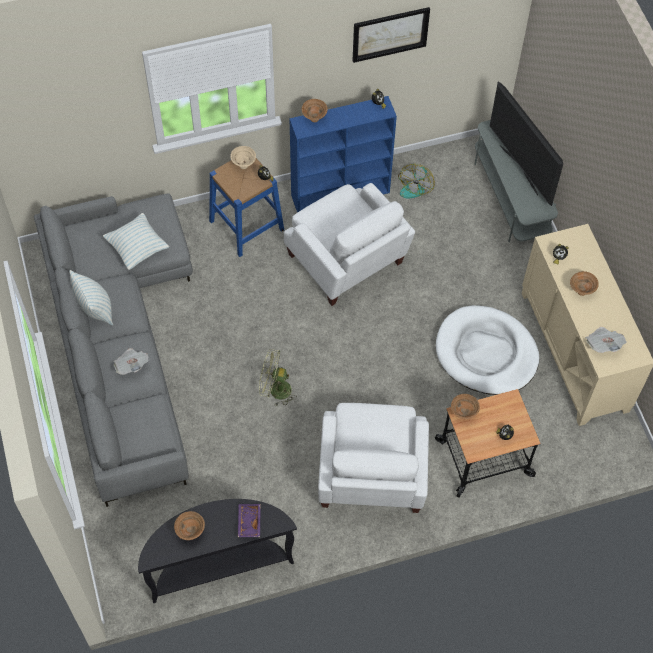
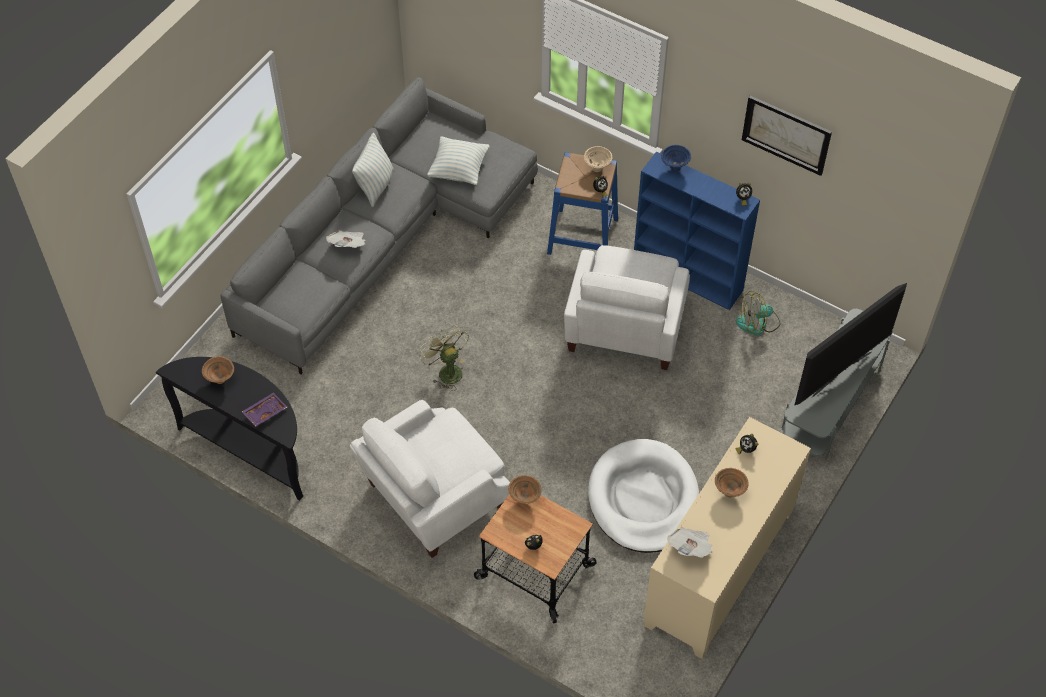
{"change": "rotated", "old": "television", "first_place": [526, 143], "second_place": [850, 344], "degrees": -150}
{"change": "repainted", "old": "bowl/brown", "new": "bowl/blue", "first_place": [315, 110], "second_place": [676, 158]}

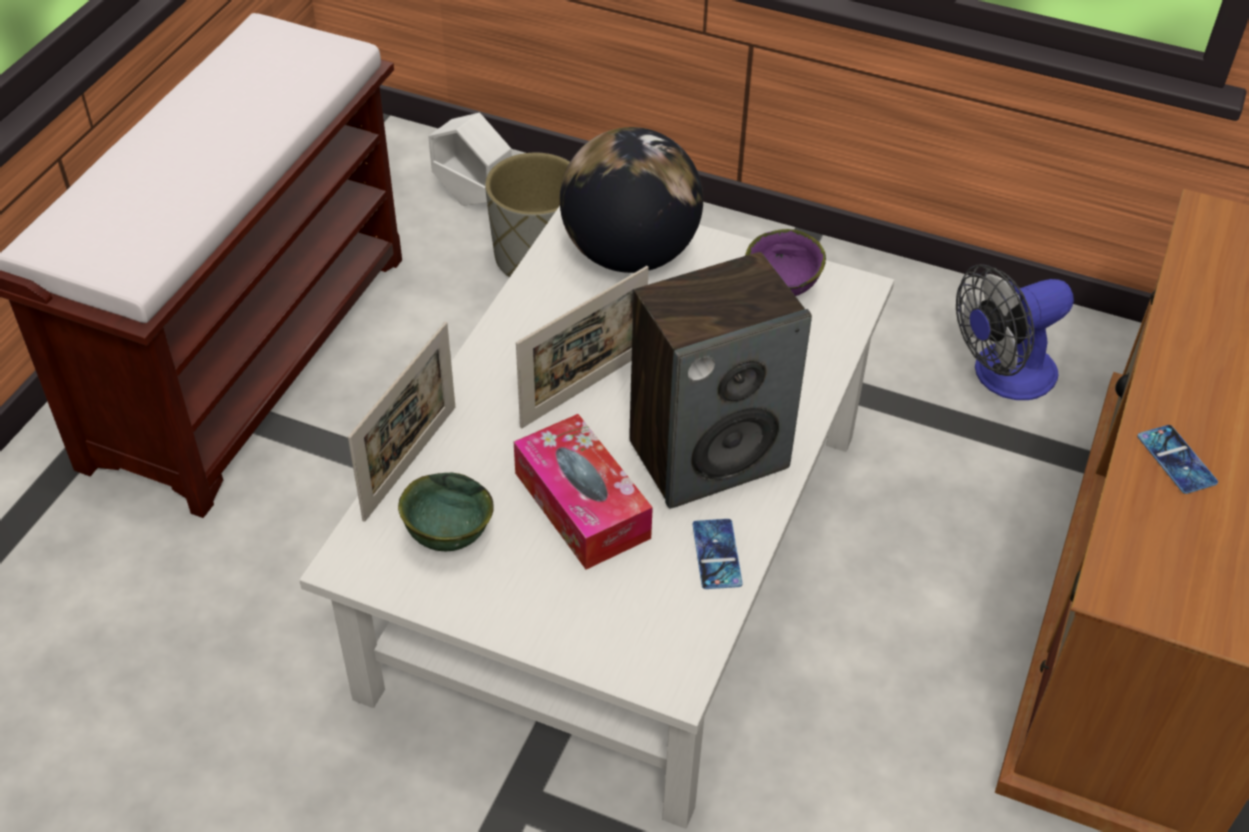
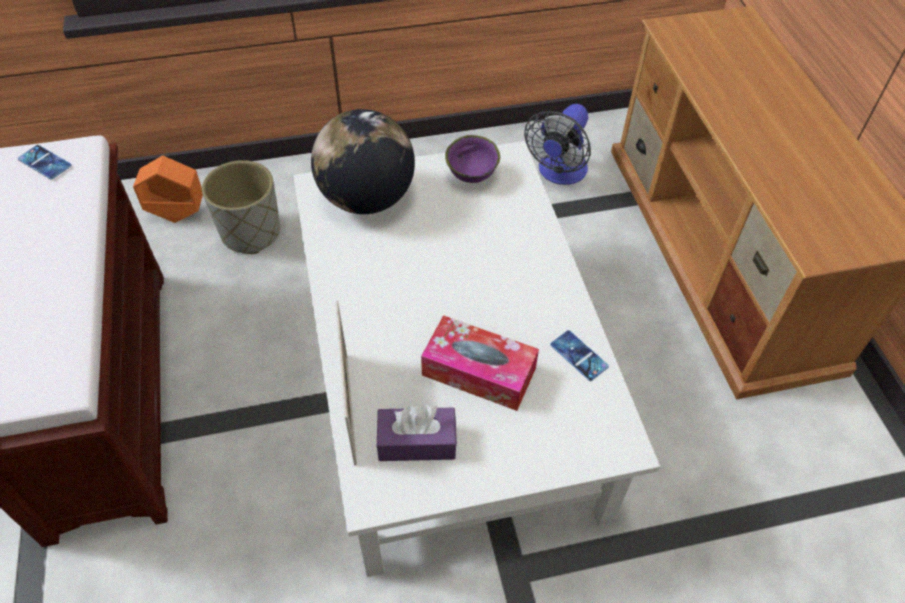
{"change": "repainted", "old": "planter/white", "new": "planter/orange", "first_place": [470, 159], "second_place": [168, 189]}
{"change": "gone", "old": "speaker", "first_place": [720, 380]}
{"change": "gone", "old": "picture frame", "first_place": [582, 347]}
{"change": "shifted", "old": "phone", "first_place": [1177, 459], "second_place": [45, 162]}
{"change": "swapped", "old": "bowl/green", "new": "tissue box/purple", "first_place": [446, 512], "second_place": [417, 432]}

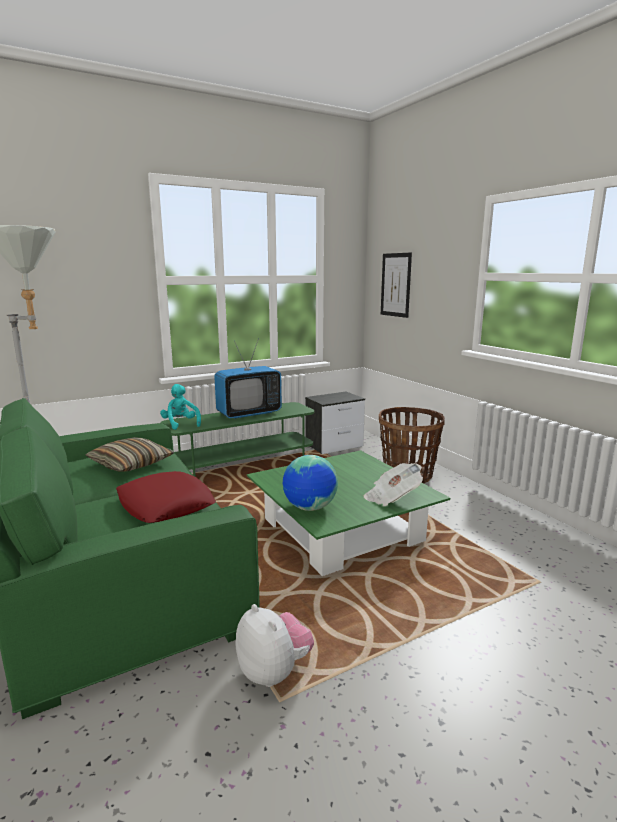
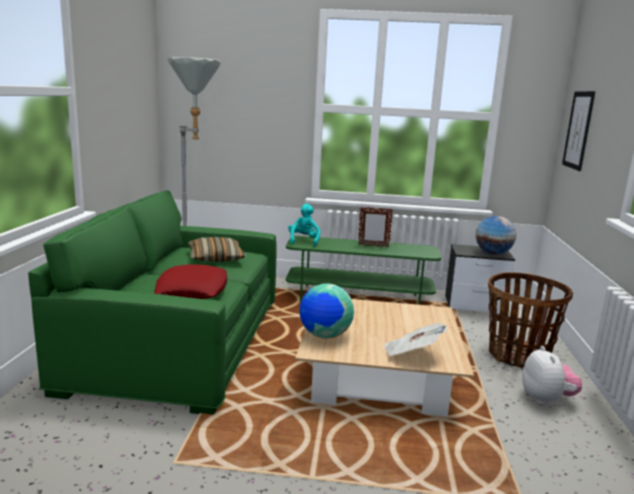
{"change": "swapped", "old": "television", "new": "picture frame", "first_place": [248, 378], "second_place": [375, 227]}
{"change": "repainted", "old": "coffee table/green", "new": "coffee table/beige", "first_place": [348, 513], "second_place": [384, 357]}
{"change": "shifted", "old": "plush toy", "first_place": [274, 645], "second_place": [552, 375]}
{"change": "new", "new": "globe", "second_place": [496, 235]}

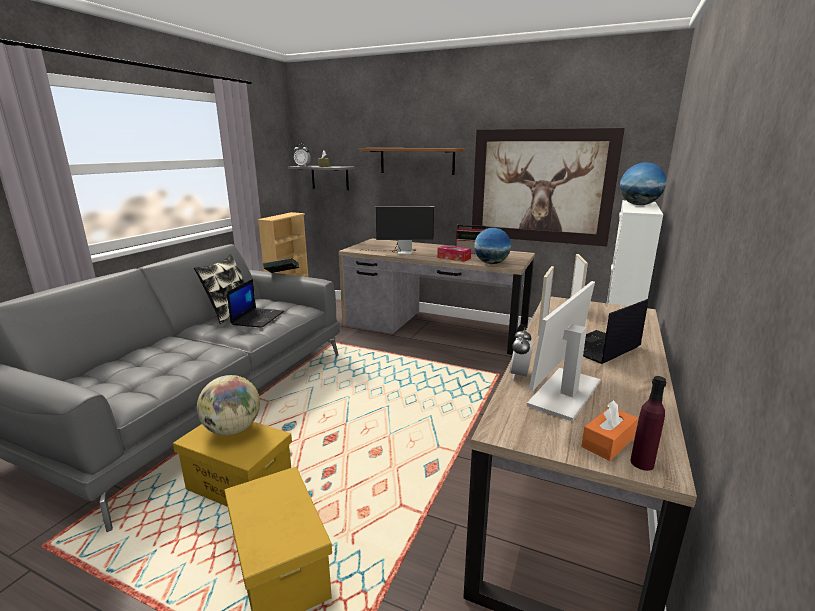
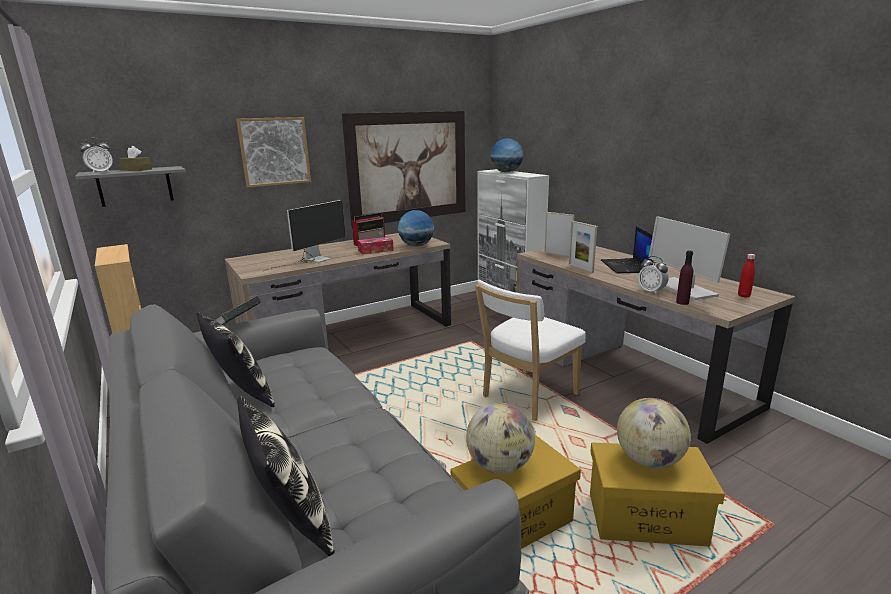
{"change": "swapped", "old": "shelf", "new": "picture", "first_place": [412, 161], "second_place": [273, 152]}
{"change": "gone", "old": "laptop", "first_place": [255, 303]}
{"change": "shifted", "old": "bottle/purple", "first_place": [648, 423], "second_place": [684, 277]}
{"change": "swapped", "old": "tissue box/orange", "new": "bottle/red", "first_place": [609, 430], "second_place": [747, 276]}
{"change": "new", "new": "chair/white", "second_place": [530, 350]}
{"change": "new", "new": "pillow", "second_place": [286, 476]}
{"change": "new", "new": "globe", "second_place": [654, 433]}

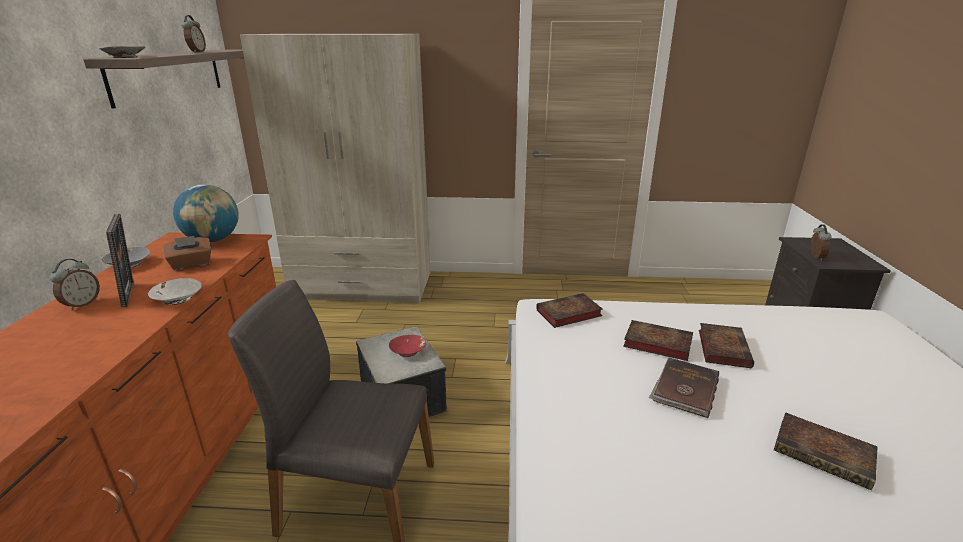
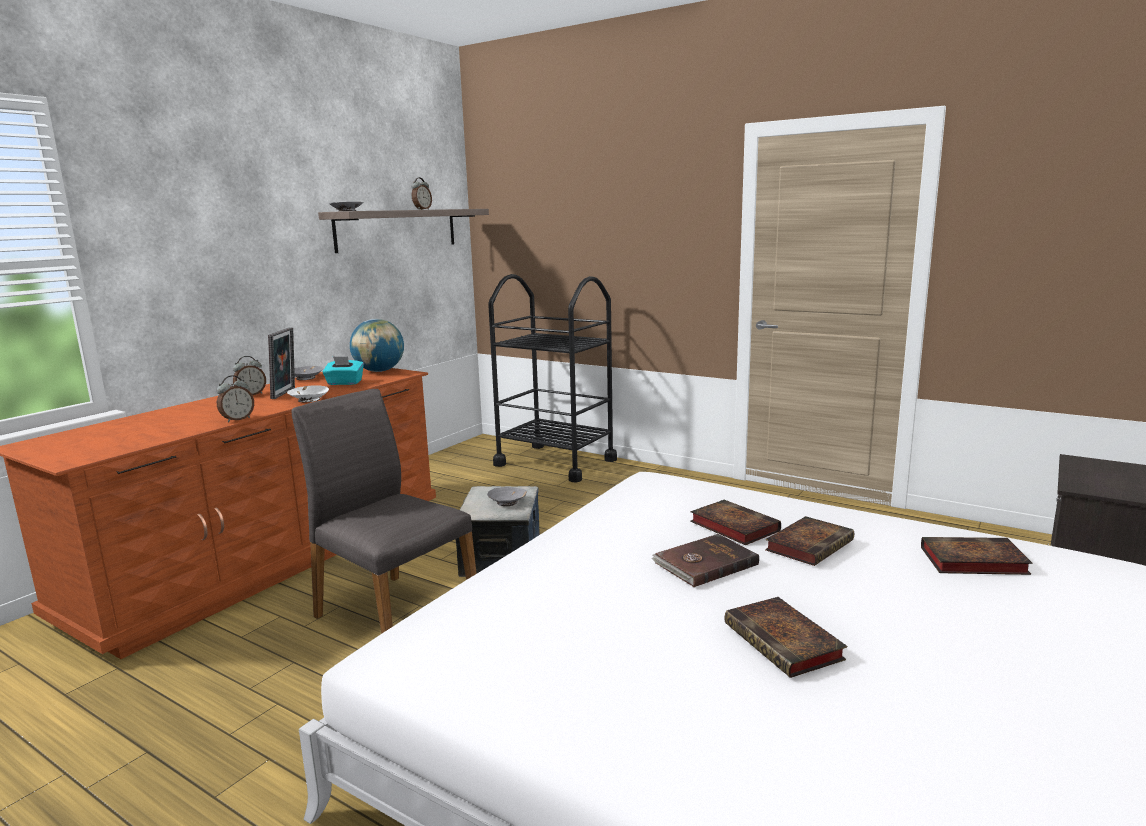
{"change": "swapped", "old": "wardrobe/beige", "new": "cart/black", "first_place": [335, 169], "second_place": [552, 378]}
{"change": "shifted", "old": "alarm clock", "first_place": [821, 243], "second_place": [235, 398]}
{"change": "repainted", "old": "tissue box/brown", "new": "tissue box/turquoise", "first_place": [187, 253], "second_place": [343, 370]}
{"change": "shifted", "old": "book", "first_place": [569, 310], "second_place": [976, 556]}
{"change": "repainted", "old": "bowl/red", "new": "bowl/grey", "first_place": [407, 346], "second_place": [507, 496]}

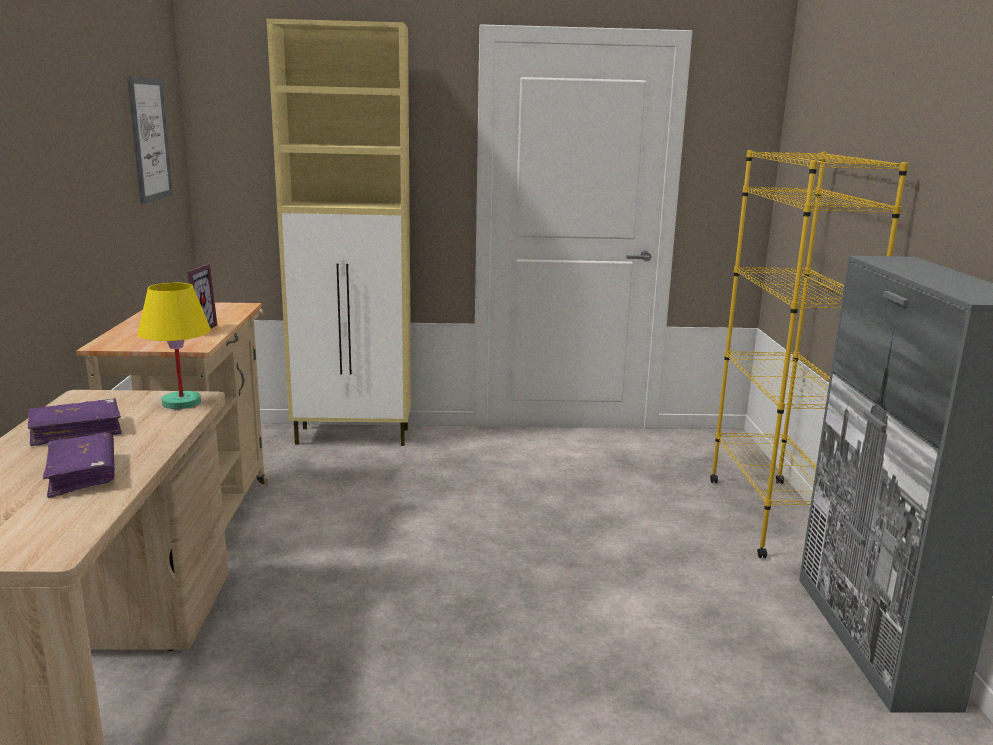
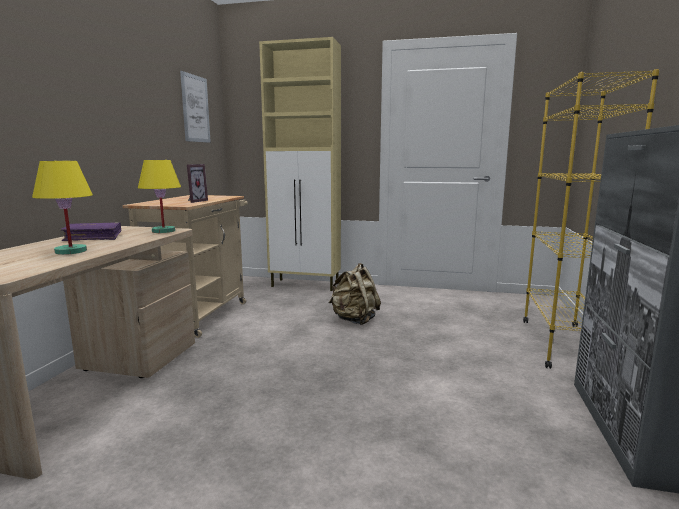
{"change": "swapped", "old": "book/purple", "new": "table lamp/yellow", "first_place": [79, 465], "second_place": [62, 208]}
{"change": "new", "new": "backpack/beige", "second_place": [355, 294]}

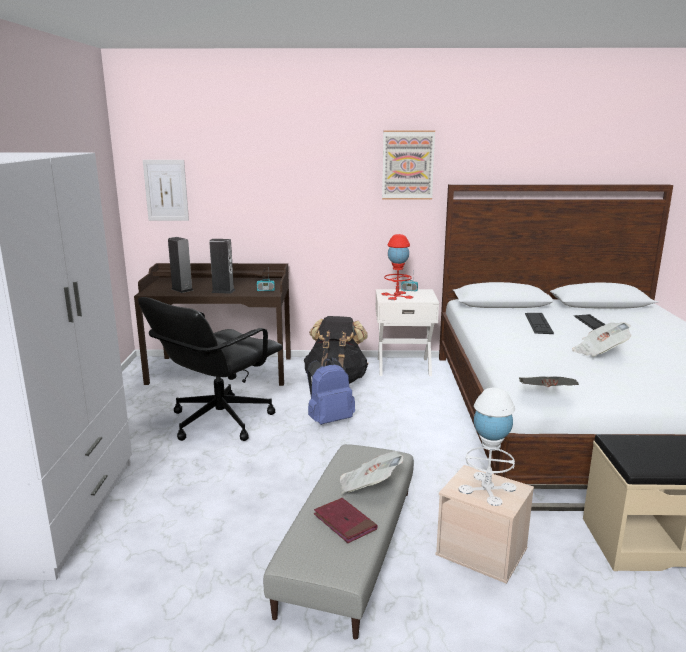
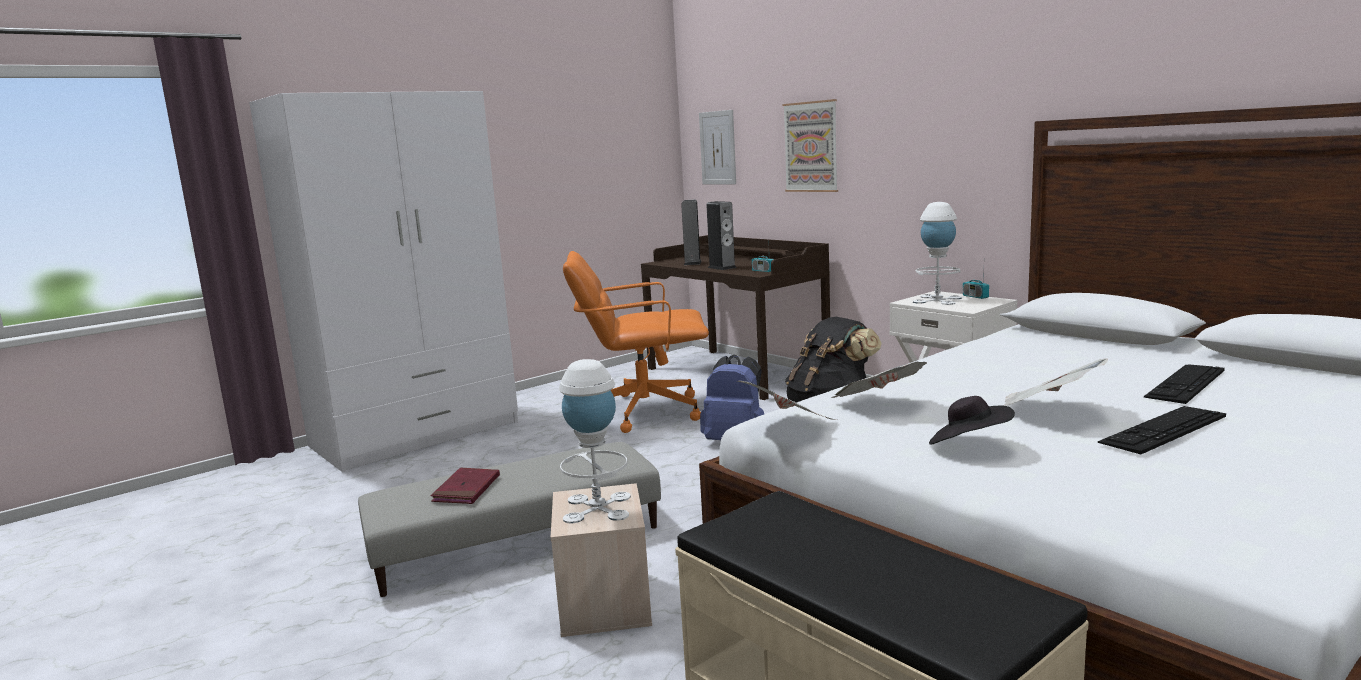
{"change": "shifted", "old": "picture", "first_place": [408, 165], "second_place": [810, 145]}
{"change": "repainted", "old": "table lamp/red", "new": "table lamp/white", "first_place": [397, 267], "second_place": [937, 253]}
{"change": "repainted", "old": "office chair/black", "new": "office chair/orange", "first_place": [210, 369], "second_place": [636, 342]}
{"change": "shifted", "old": "keyboard", "first_place": [539, 323], "second_place": [1162, 430]}
{"change": "shifted", "old": "newspaper", "first_place": [371, 472], "second_place": [879, 379]}
{"change": "new", "new": "hat/black", "second_place": [972, 420]}

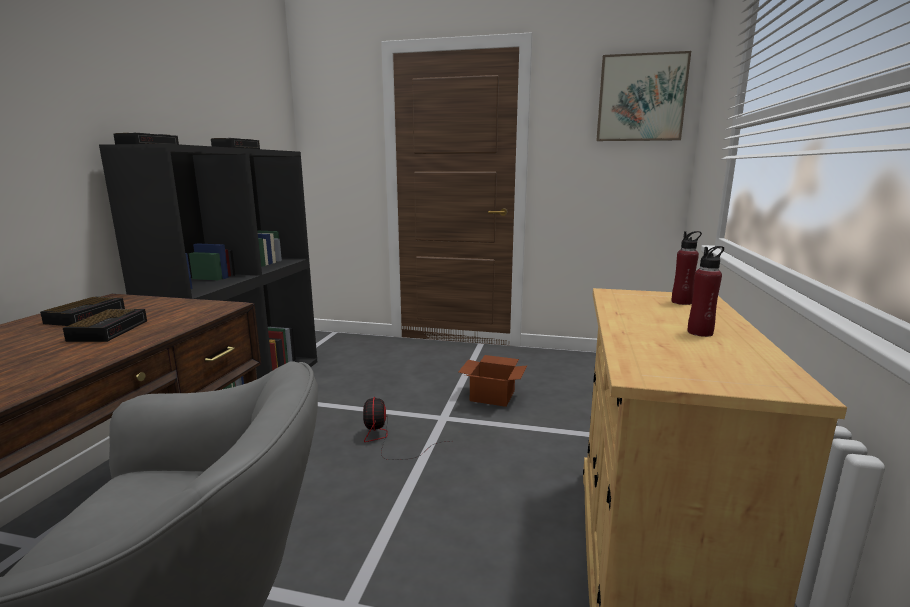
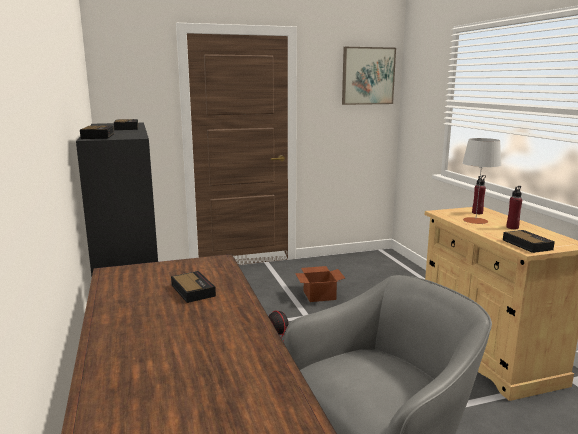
{"change": "shifted", "old": "alarm clock", "first_place": [82, 311], "second_place": [529, 241]}
{"change": "new", "new": "table lamp/grey", "second_place": [482, 181]}

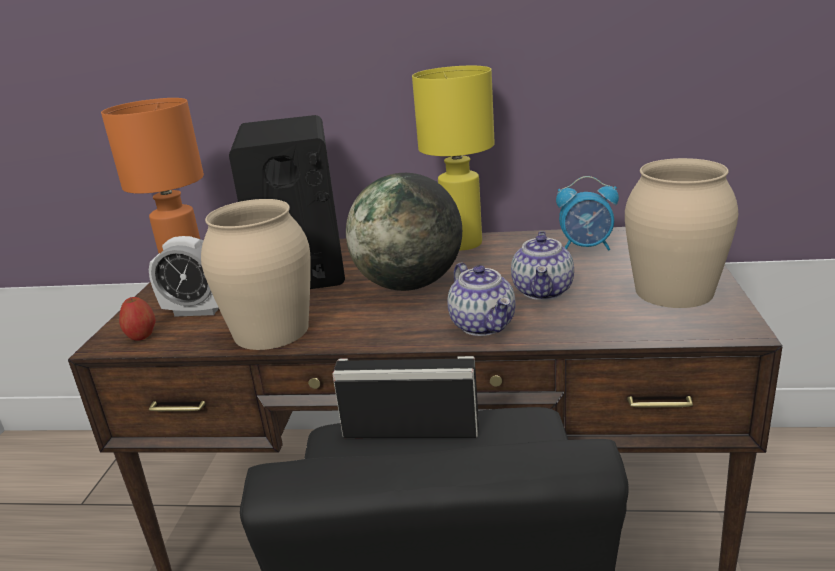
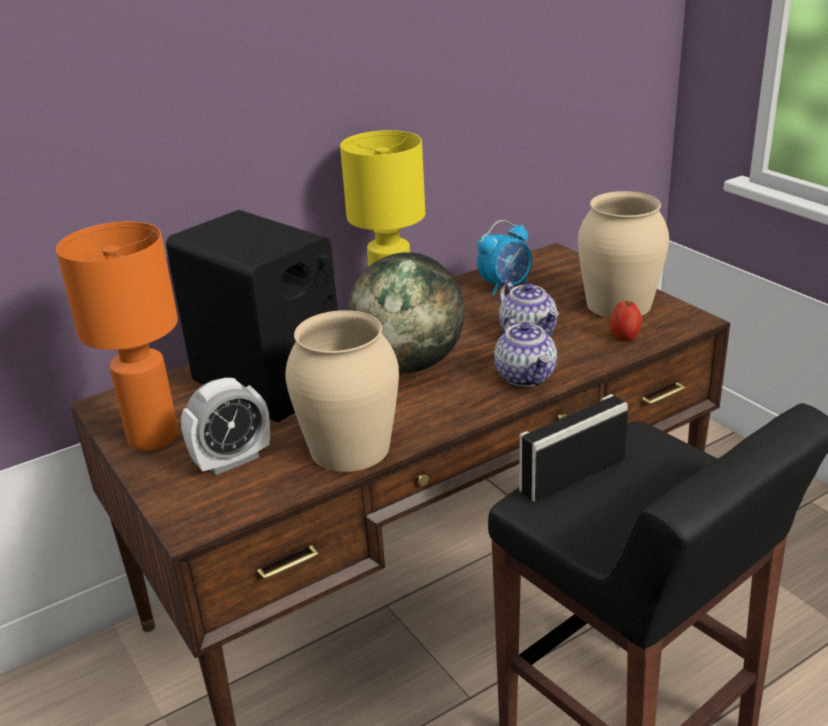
{"change": "rotated", "old": "teapot", "first_place": [481, 299], "second_place": [525, 351], "degrees": 45}
{"change": "shifted", "old": "apple", "first_place": [137, 318], "second_place": [626, 321]}

